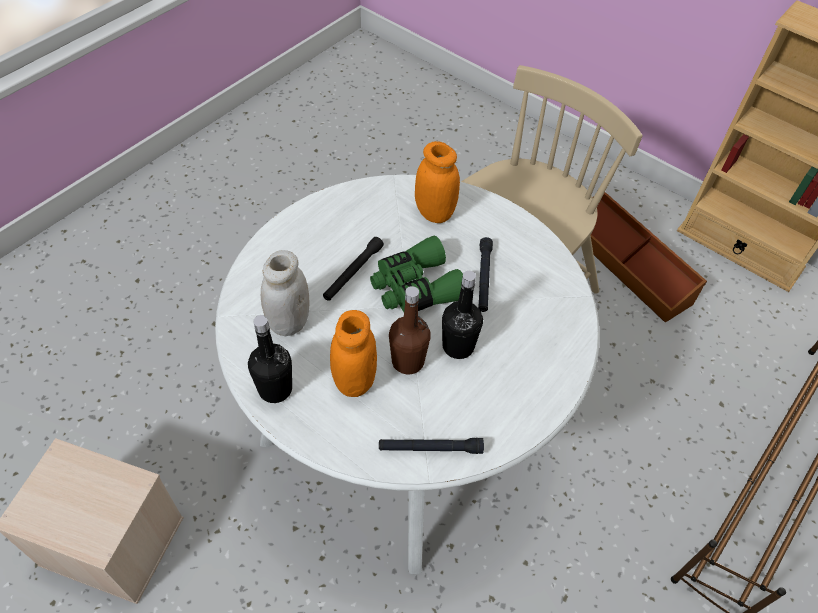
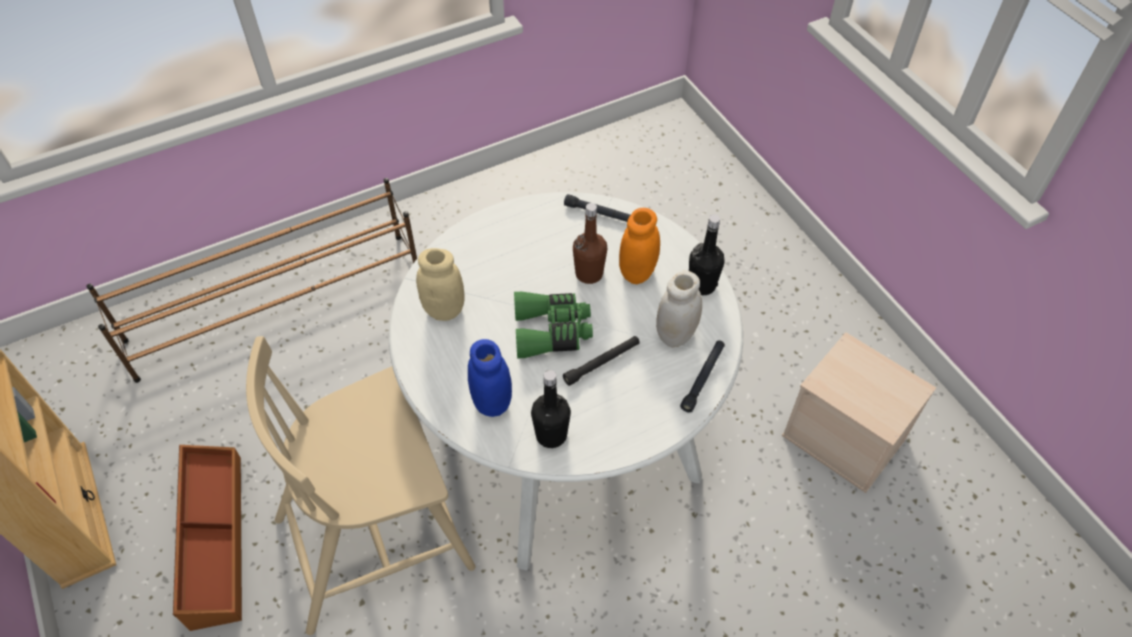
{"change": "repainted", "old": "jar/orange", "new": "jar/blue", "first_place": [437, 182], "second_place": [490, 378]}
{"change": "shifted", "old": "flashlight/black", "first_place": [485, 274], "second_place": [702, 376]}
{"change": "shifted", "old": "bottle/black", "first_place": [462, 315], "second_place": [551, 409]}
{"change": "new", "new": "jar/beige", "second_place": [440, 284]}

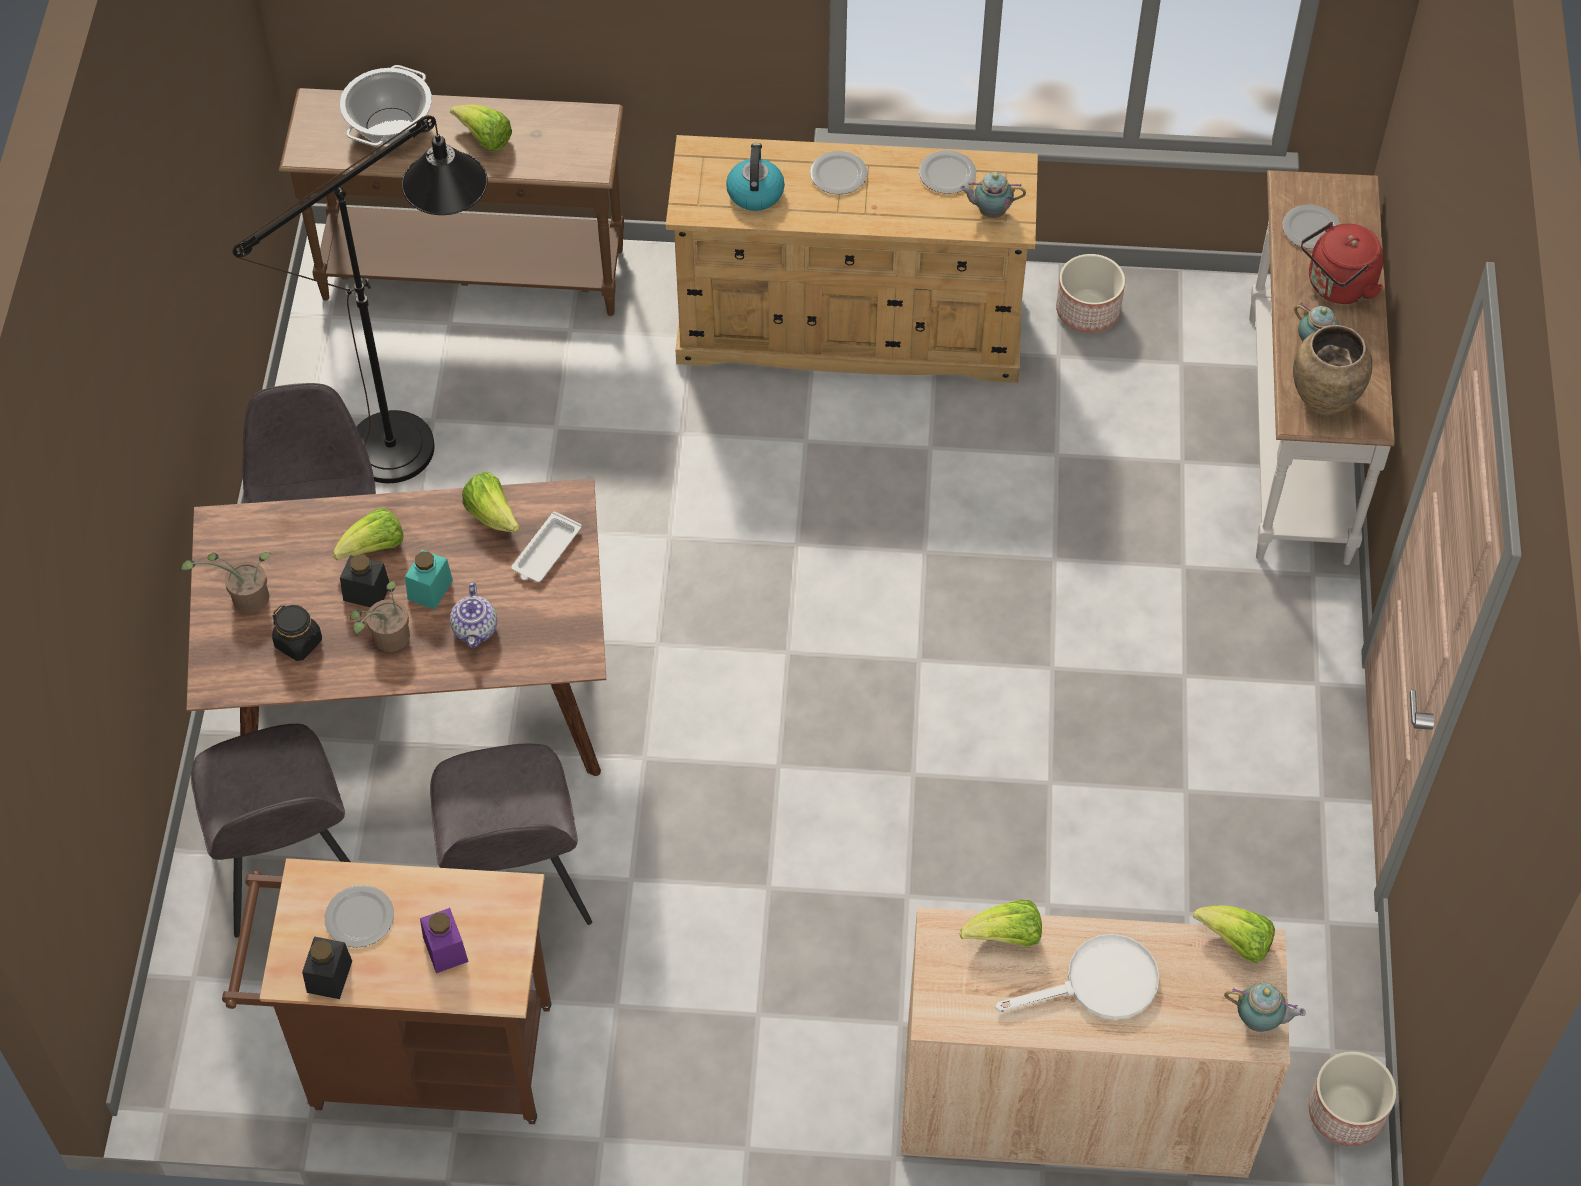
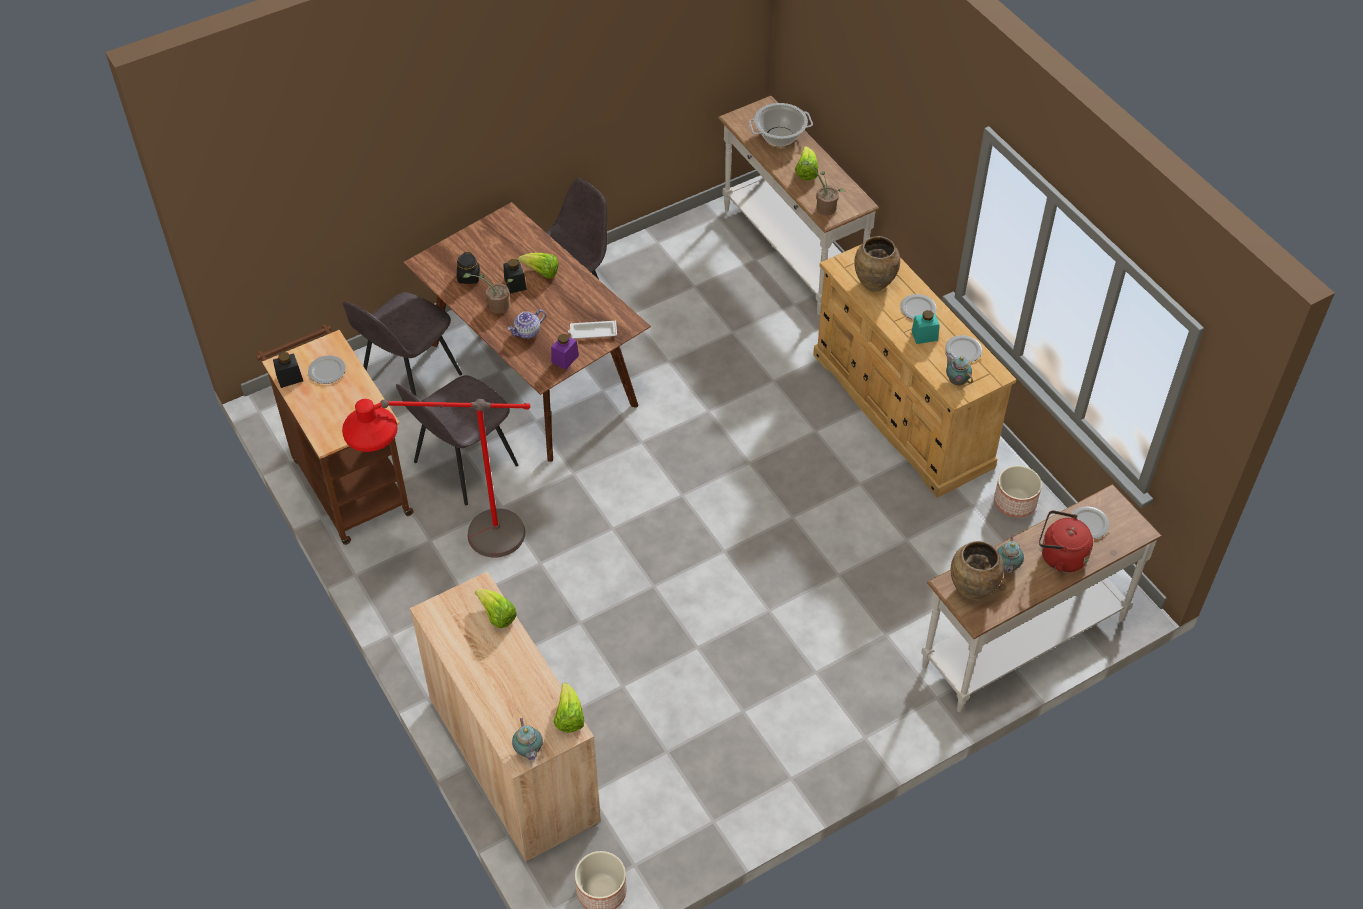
{"change": "repainted", "old": "console table/brown", "new": "console table/white", "first_place": [451, 202], "second_place": [798, 205]}
{"change": "gone", "old": "floor lamp/black", "first_place": [360, 299]}
{"change": "swapped", "old": "kettle", "new": "vase/brown", "first_place": [755, 177], "second_place": [877, 264]}
{"change": "gone", "old": "lettuce", "first_place": [491, 502]}
{"change": "shifted", "old": "jar/turquoise", "first_place": [429, 579], "second_place": [926, 327]}
{"change": "shifted", "old": "potted plant", "first_place": [225, 583], "second_place": [823, 188]}
{"change": "shifted", "old": "jar/purple", "first_place": [444, 940], "second_place": [565, 352]}
{"change": "gone", "old": "frying pan/white", "first_place": [1077, 976]}
{"change": "new", "new": "floor lamp/red", "second_place": [436, 478]}

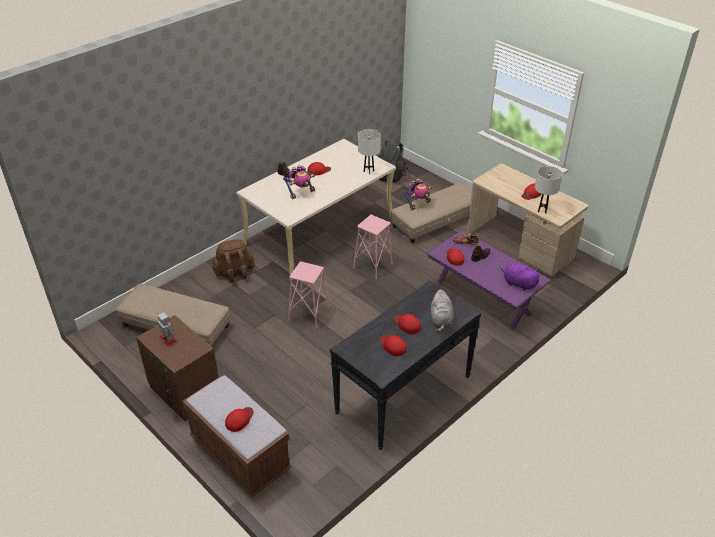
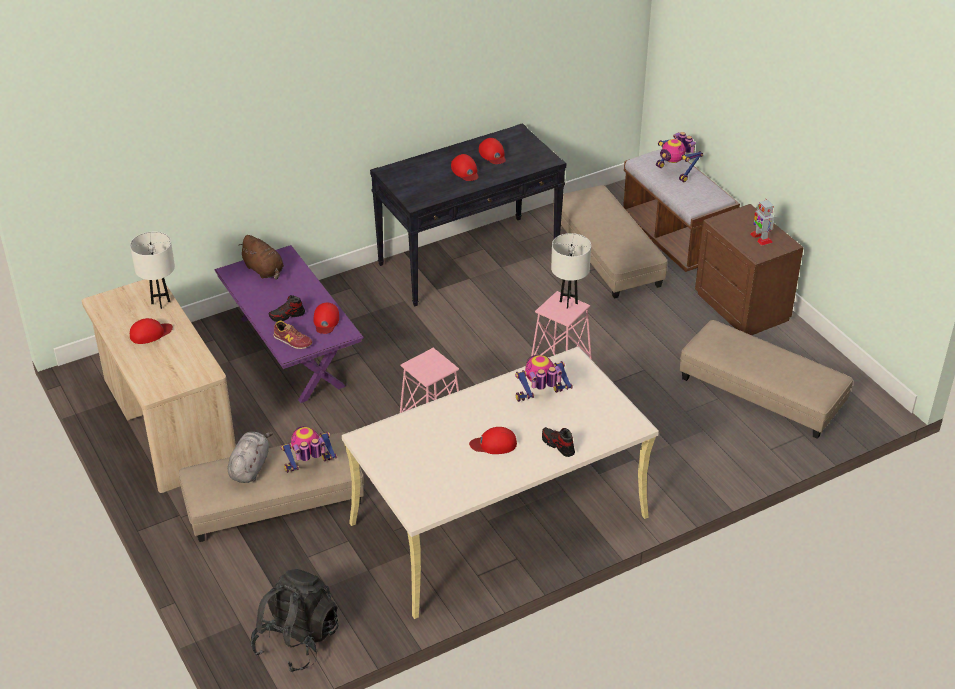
{"change": "shifted", "old": "table lamp/white", "first_place": [369, 151], "second_place": [571, 270]}
{"change": "gone", "old": "backpack/brown", "first_place": [233, 261]}
{"change": "repainted", "old": "plush toy/purple", "new": "plush toy/brown", "first_place": [520, 277], "second_place": [261, 257]}
{"change": "shifted", "old": "plush toy/grey", "first_place": [442, 310], "second_place": [250, 457]}
{"change": "swapped", "old": "cap/red", "new": "toy robot", "first_place": [239, 419], "second_place": [679, 157]}
{"change": "new", "new": "ottoman/beige", "second_place": [610, 242]}

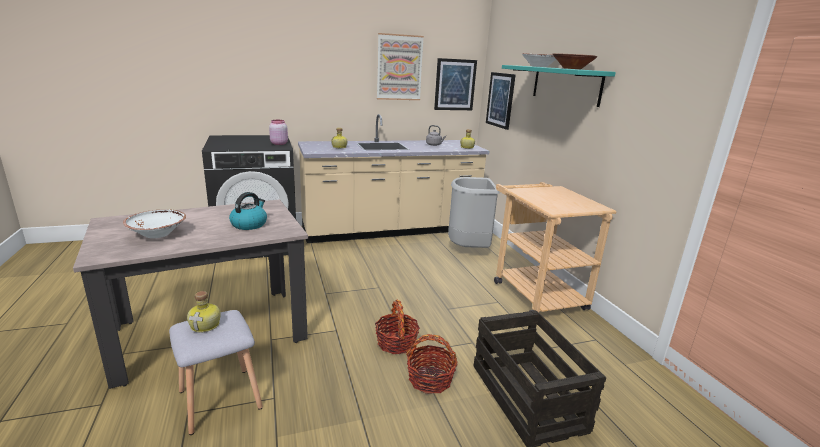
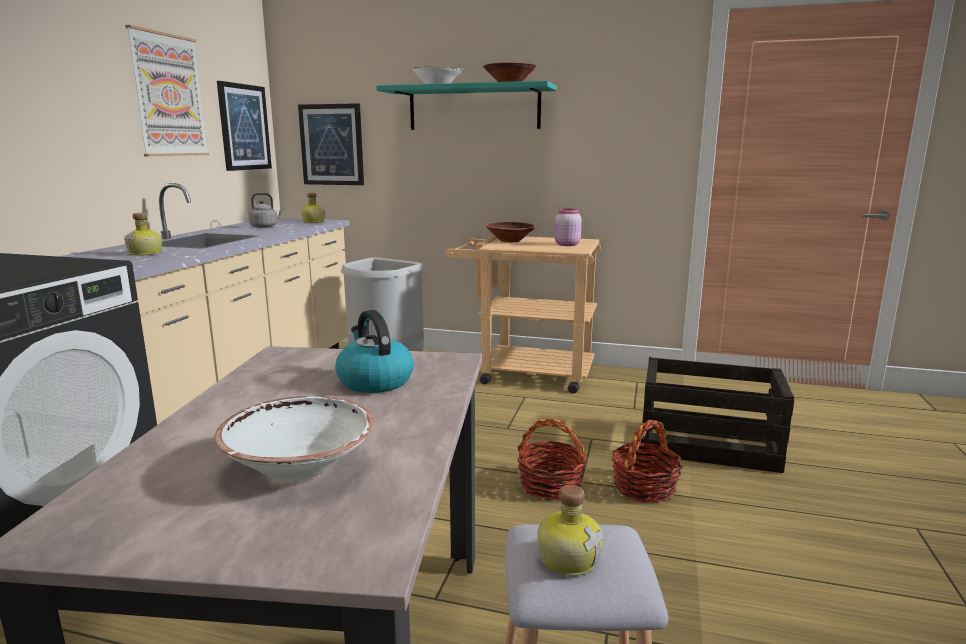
{"change": "shifted", "old": "jar/pink", "first_place": [278, 132], "second_place": [568, 227]}
{"change": "new", "new": "bowl/brown", "second_place": [510, 232]}

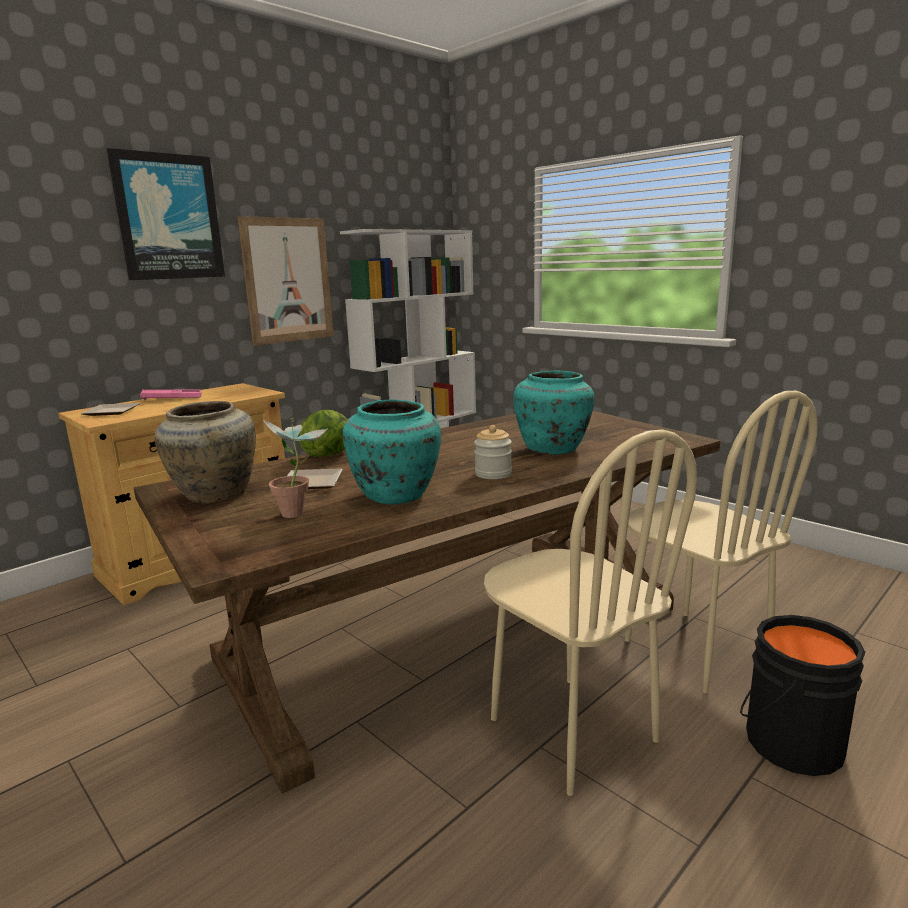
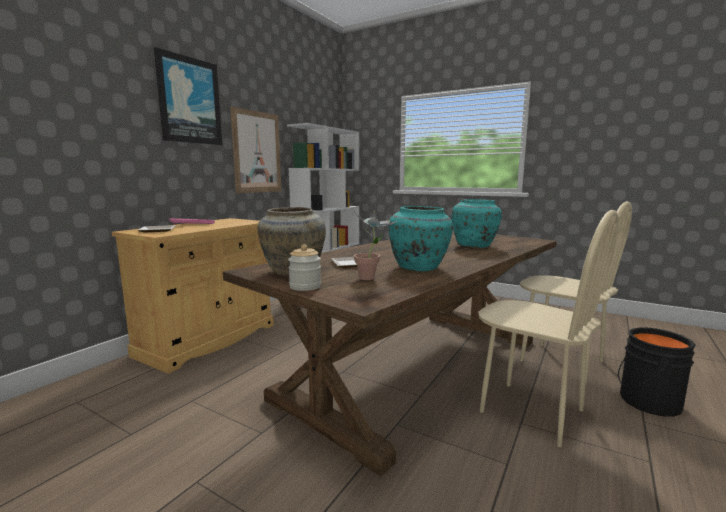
{"change": "gone", "old": "lettuce", "first_place": [323, 433]}
{"change": "shifted", "old": "jar", "first_place": [493, 452], "second_place": [304, 267]}

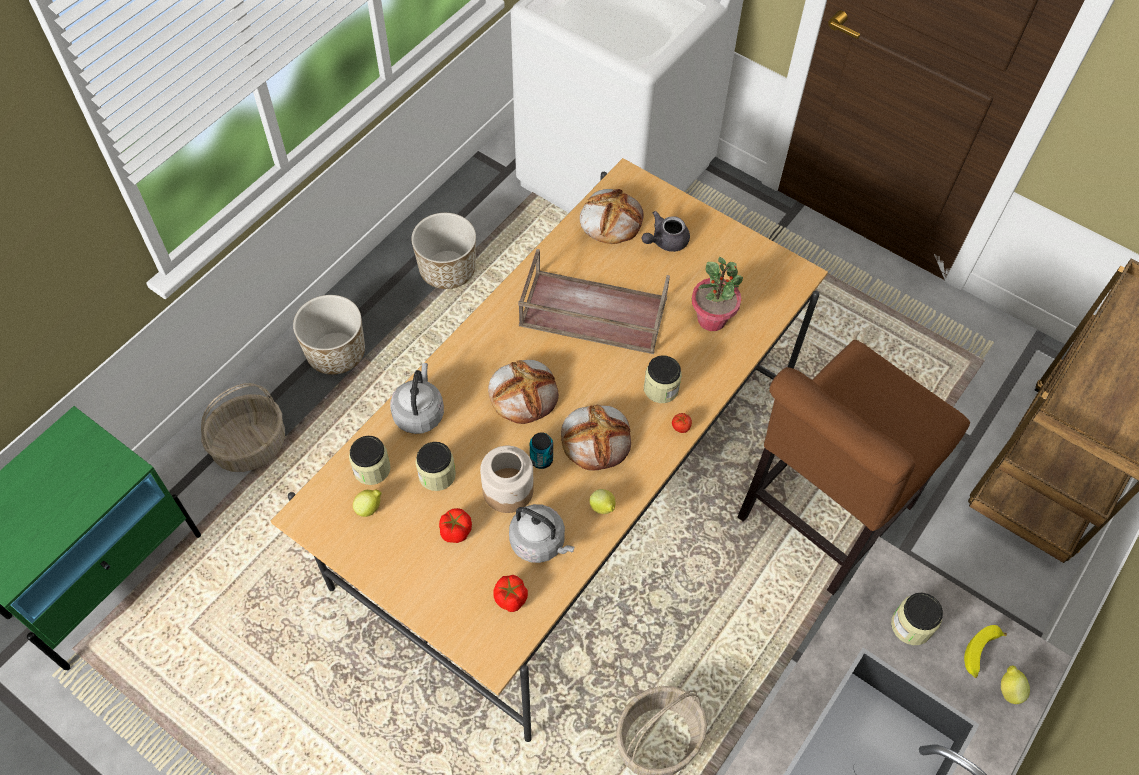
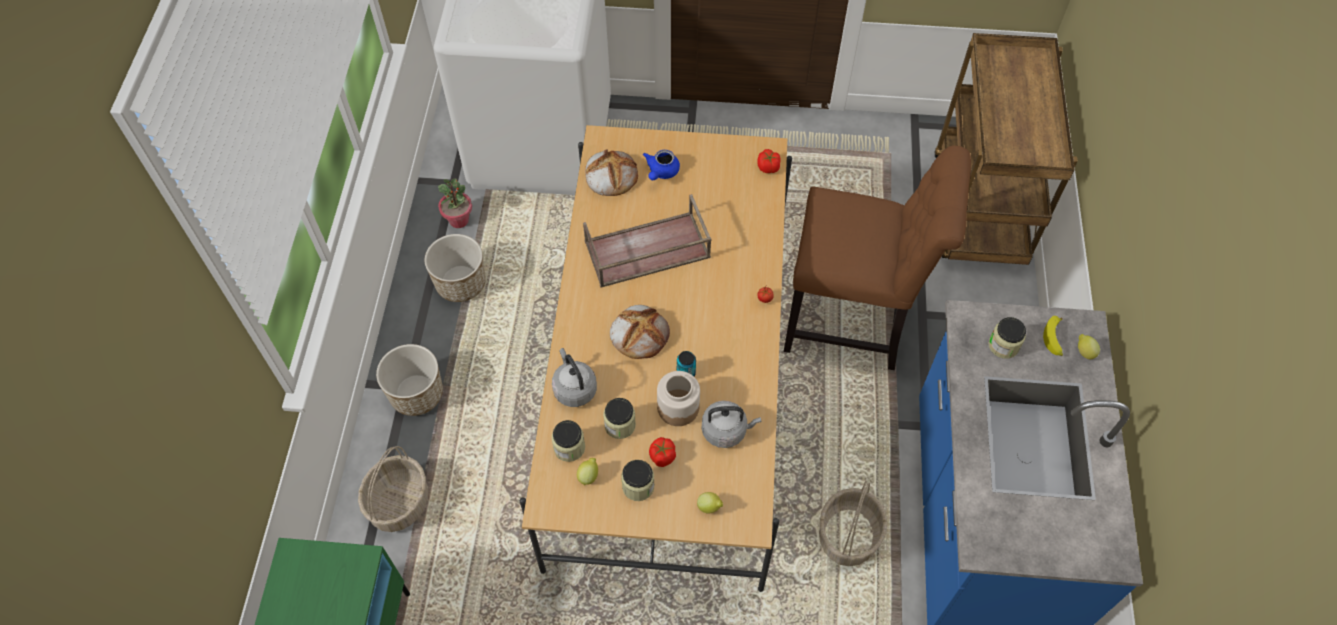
{"change": "repainted", "old": "teapot/grey", "new": "teapot/blue", "first_place": [666, 231], "second_place": [661, 165]}
{"change": "shifted", "old": "potted plant", "first_place": [717, 294], "second_place": [455, 203]}
{"change": "rotated", "old": "chair/brown", "first_place": [853, 467], "second_place": [877, 257], "degrees": -90}
{"change": "shifted", "old": "jar", "first_place": [663, 379], "second_place": [637, 480]}
{"change": "gone", "old": "bread", "first_place": [596, 437]}
{"change": "shifted", "old": "lemon", "first_place": [602, 501], "second_place": [710, 502]}
{"change": "shifted", "old": "tomato", "first_place": [510, 593], "second_place": [769, 161]}

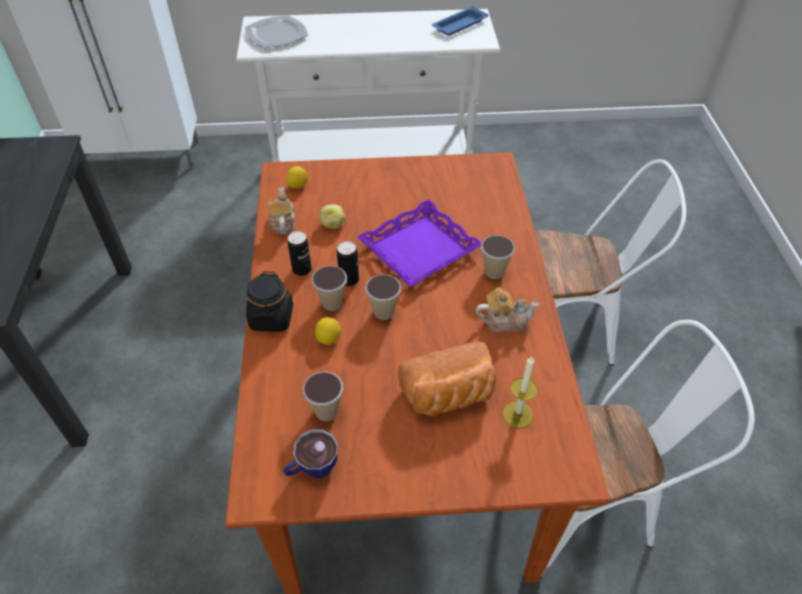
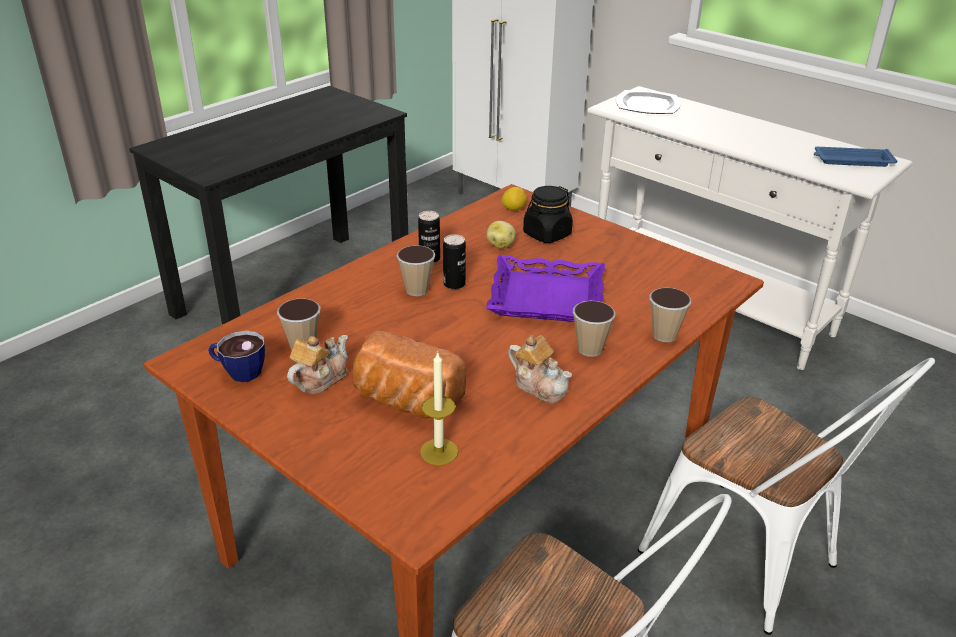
{"change": "shifted", "old": "teapot", "first_place": [281, 210], "second_place": [317, 365]}
{"change": "shifted", "old": "jar/black", "first_place": [269, 302], "second_place": [548, 214]}
{"change": "shifted", "old": "cup", "first_place": [383, 297], "second_place": [670, 315]}
{"change": "gone", "old": "lemon", "first_place": [328, 331]}

